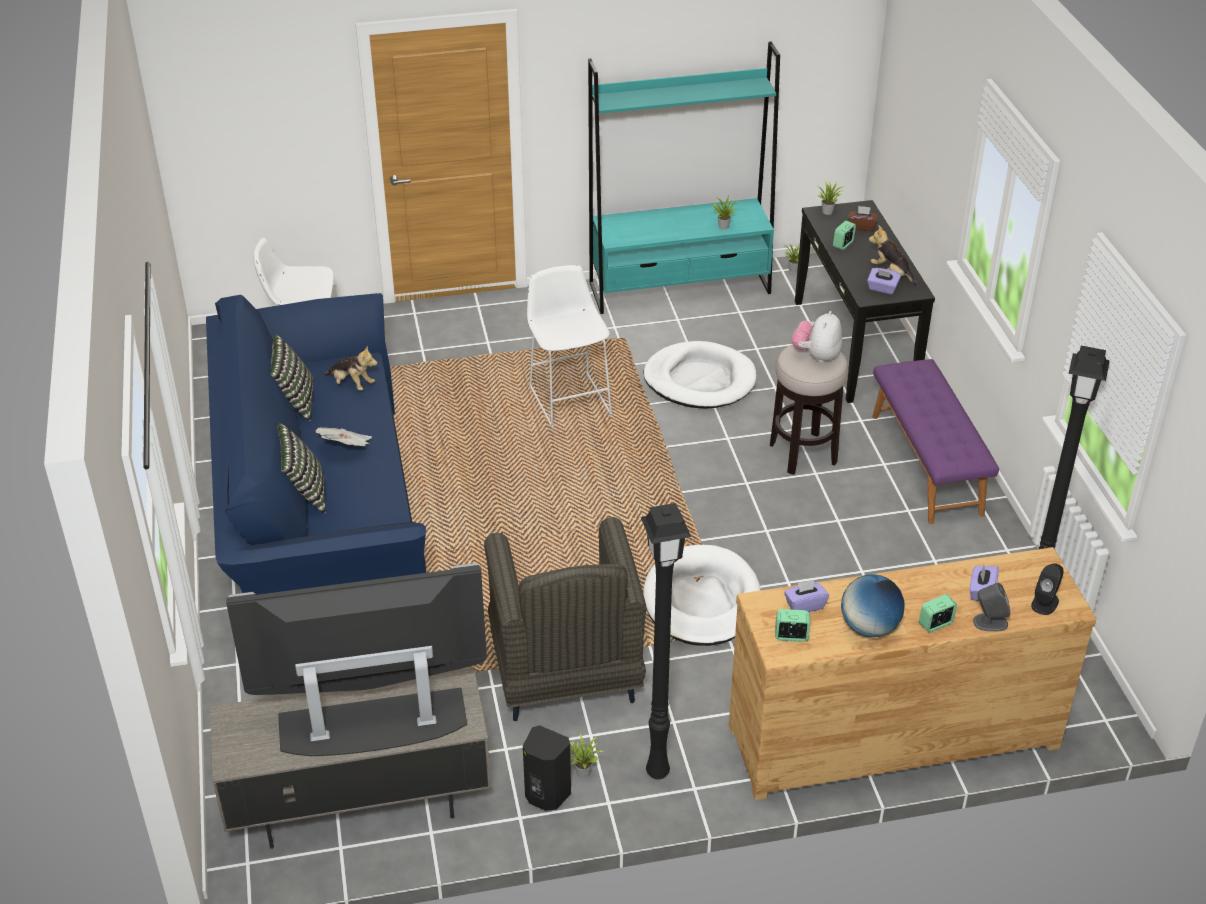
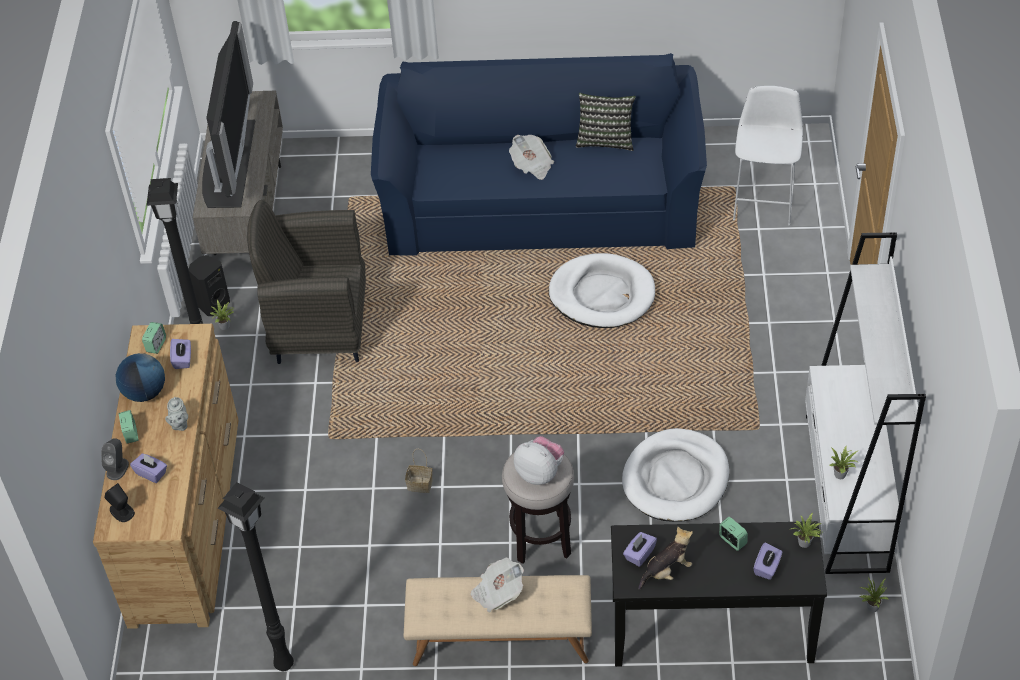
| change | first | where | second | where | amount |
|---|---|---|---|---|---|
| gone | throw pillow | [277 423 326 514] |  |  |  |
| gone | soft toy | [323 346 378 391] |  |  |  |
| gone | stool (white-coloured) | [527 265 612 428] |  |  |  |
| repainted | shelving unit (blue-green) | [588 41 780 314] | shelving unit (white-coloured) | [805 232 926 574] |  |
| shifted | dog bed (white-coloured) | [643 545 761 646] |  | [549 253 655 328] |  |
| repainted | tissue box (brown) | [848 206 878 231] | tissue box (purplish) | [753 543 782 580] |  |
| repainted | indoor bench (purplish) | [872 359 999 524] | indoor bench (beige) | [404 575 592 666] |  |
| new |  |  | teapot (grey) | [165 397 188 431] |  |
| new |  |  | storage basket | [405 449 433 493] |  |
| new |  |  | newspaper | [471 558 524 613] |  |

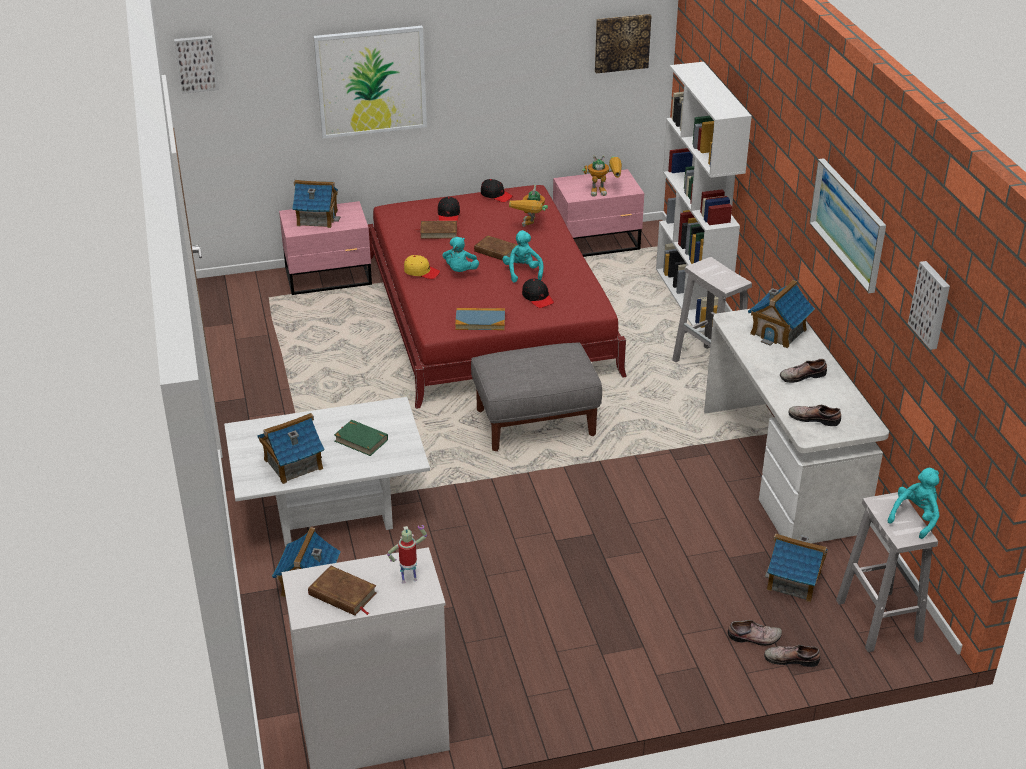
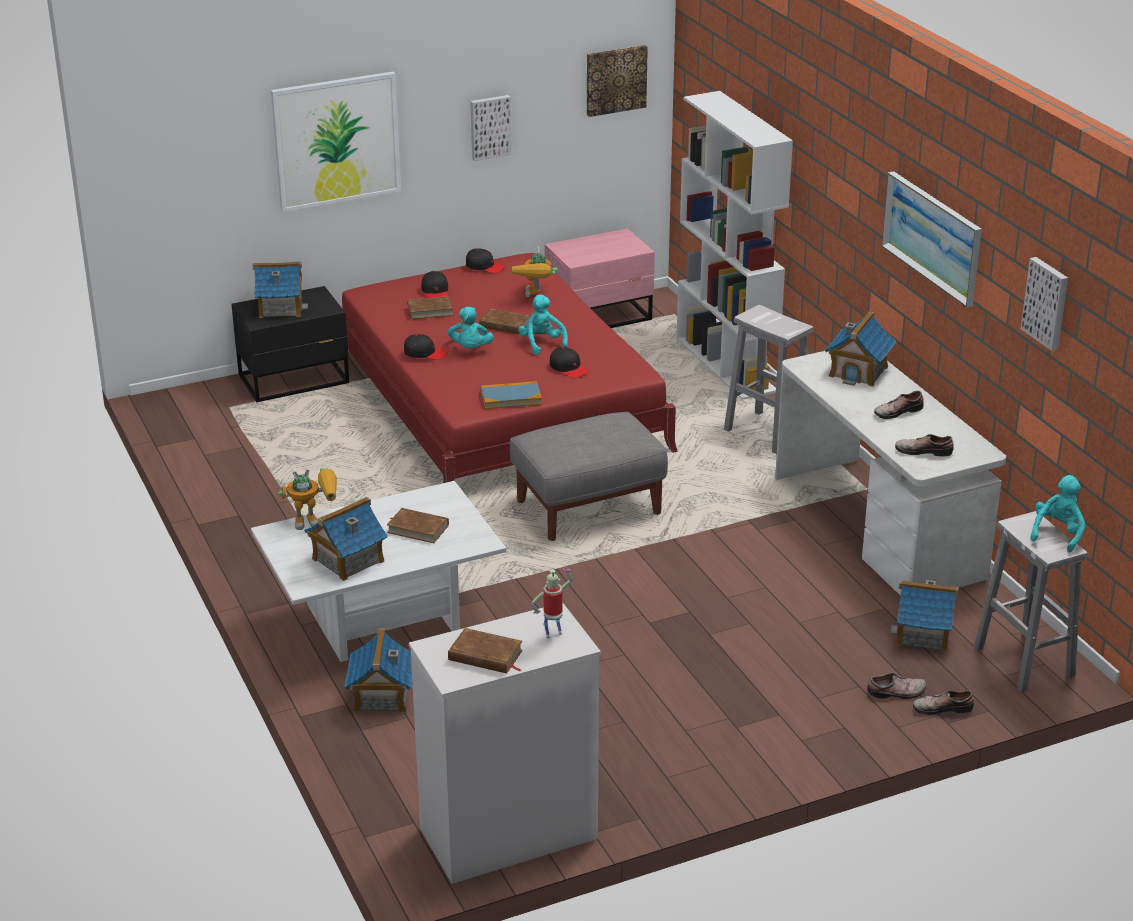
| change | first | where | second | where | amount |
|---|---|---|---|---|---|
| shifted | wall picture | [174 36 219 94] |  | [470 95 512 161] |  |
| repainted | nightstand (pink-coloured) | [279 201 372 295] | nightstand (black-coloured) | [231 286 349 402] |  |
| repainted | volume (green) | [334 420 388 456] | volume (brown) | [387 508 449 543] |  |
| repainted | baseball cap (yellow-coloured) | [404 255 440 279] | baseball cap (black-coloured) | [404 334 447 360] |  |
| shifted | toy robot | [582 155 622 196] |  | [278 468 337 530] |  |

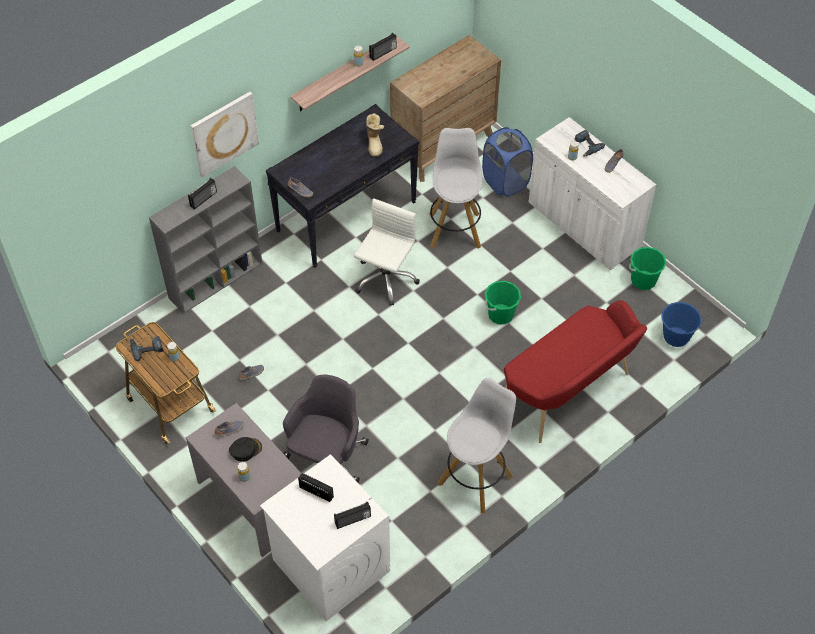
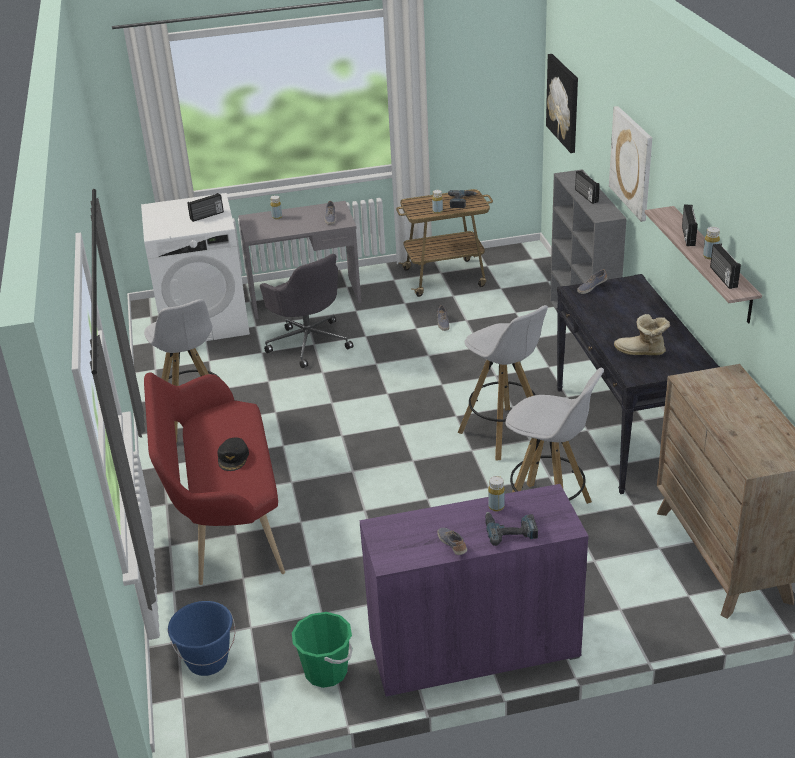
| change | first | where | second | where | amount |
|---|---|---|---|---|---|
| shifted | baseball cap (black-coloured) | [229 437 262 462] |  | [217 438 249 471] |  |
| shifted | radio receiver | [334 502 371 529] |  | [682 205 698 246] |  |
| swapped | desk chair (white-coloured) | [354 198 420 306] | stool (white-coloured) | [458 305 548 461] |  |
| gone | washing basket (blue-coloured) | [482 127 533 197] |  |  |  |
| gone | water bucket (green) | [485 281 521 325] |  |  |  |
| repainted | cupboard (white-coloured) | [529 117 656 270] | cupboard (purplish) | [360 484 588 698] |  |
| new |  |  | wall picture | [546 54 578 153] |  |

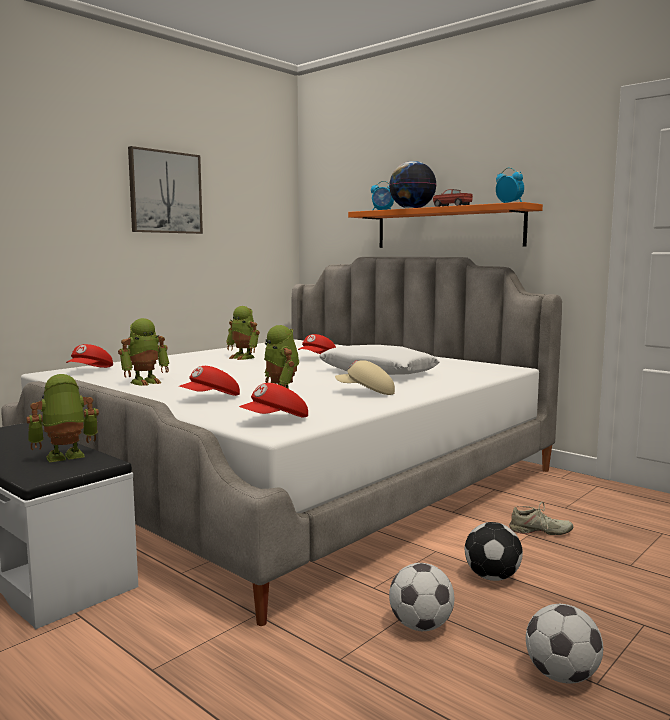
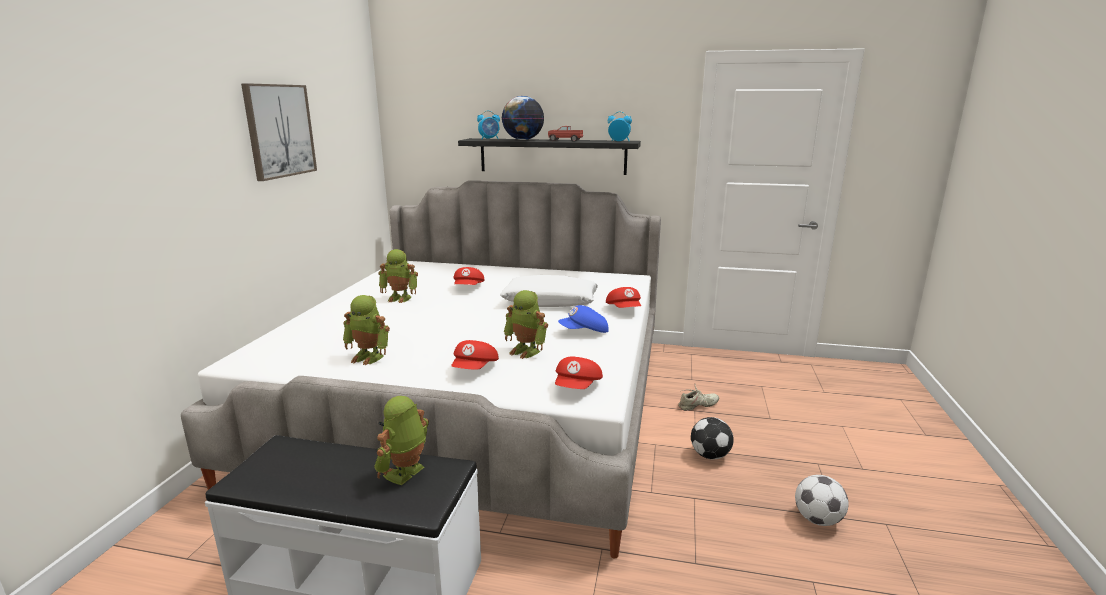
| change | first | where | second | where | amount |
|---|---|---|---|---|---|
| shifted | baseball cap (reddish) | [66 344 113 368] |  | [606 287 641 308] |  |
| rotated | toy robot | [118 318 170 386] |  | [343 295 390 365] | 90 degrees clockwise |
| repainted | baseball cap (beige) | [335 360 395 395] | baseball cap (blue-coloured) | [558 305 609 333] |  |
| repainted | wall shelf (orange) | [348 202 543 248] | wall shelf (black-coloured) | [458 138 641 175] |  |
| gone | ball for football | [389 563 454 631] |  |  |  |

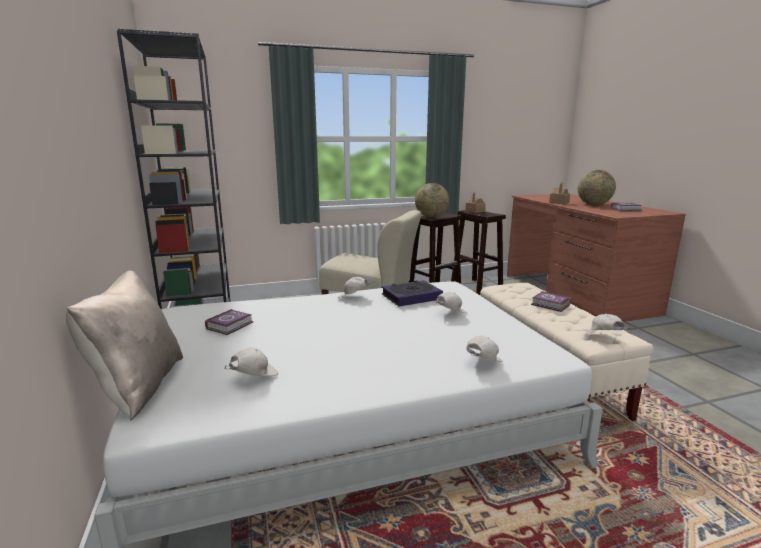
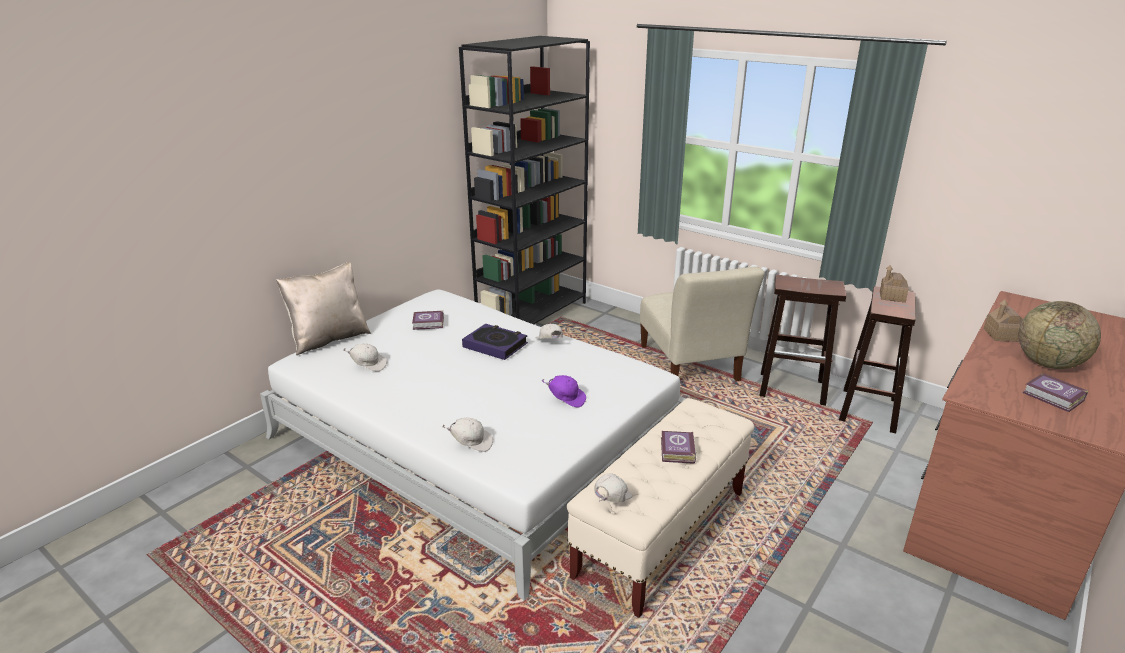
| change | first | where | second | where | amount |
|---|---|---|---|---|---|
| shifted | volume | [382 280 443 307] |  | [462 324 528 360] |  |
| gone | desk globe | [415 183 449 218] |  |  |  |
| repainted | baseball cap (white-coloured) | [435 292 467 313] | baseball cap (purplish) | [542 375 586 408] |  |

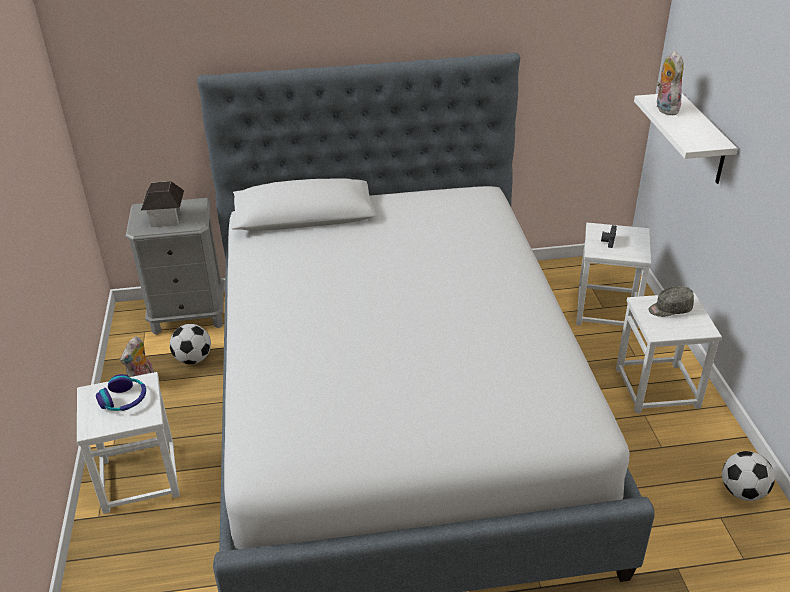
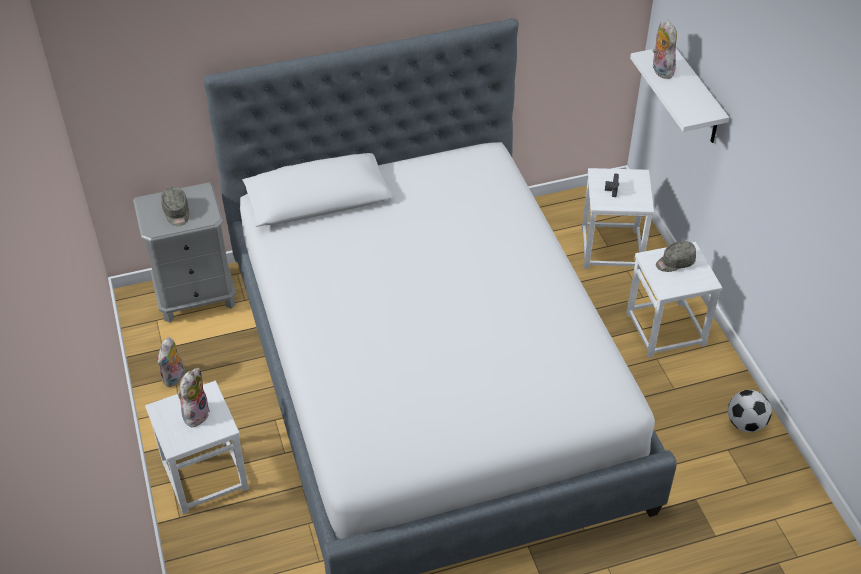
| change | first | where | second | where | amount |
|---|---|---|---|---|---|
| swapped | pair of headphones | [96 374 146 411] | soft toy | [177 368 210 427] |  |
| swapped | toy house | [141 181 184 227] | baseball cap (grey) | [161 187 189 226] |  |
| gone | ball for football | [170 324 211 364] |  |  |  |

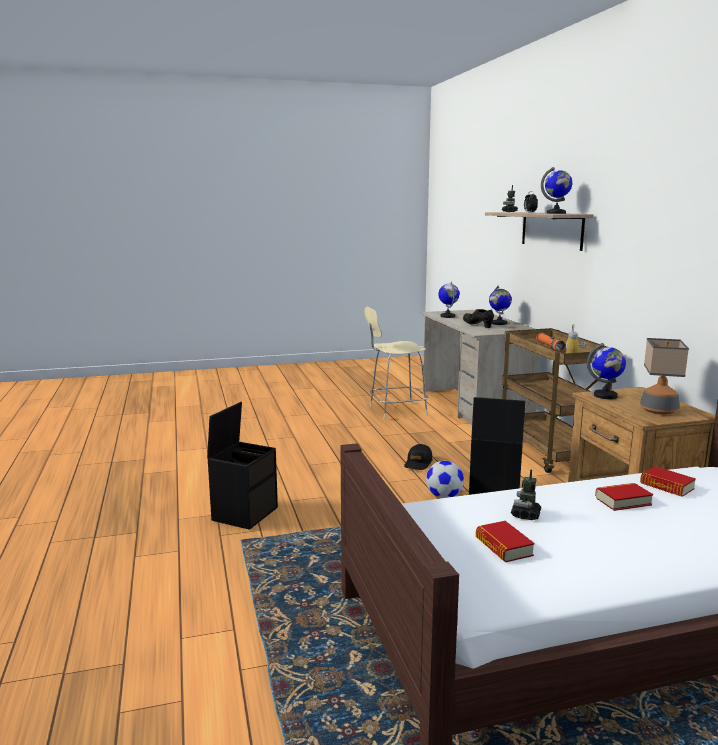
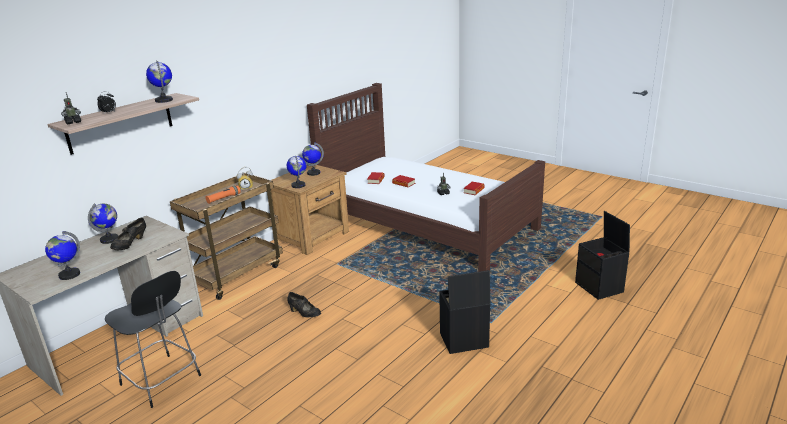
| change | first | where | second | where | amount |
|---|---|---|---|---|---|
| repainted | stool (beige) | [364 306 428 420] | stool (black-coloured) | [105 271 201 408] |  |
| swapped | baseball cap (black-coloured) | [404 444 433 470] | item of footwear (black-coloured) | [287 292 321 317] |  |
| gone | ball for football | [426 461 464 498] |  |  |  |
| shifted | storage bin (black-coloured) | [469 397 525 495] |  | [575 211 630 300] |  |
| swapped | tabletop lamp | [640 338 689 414] | desk globe | [302 142 324 176] |  |

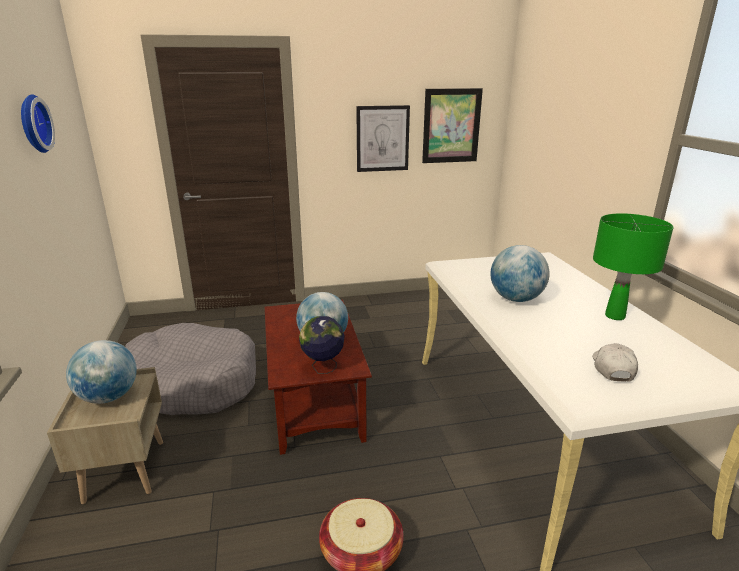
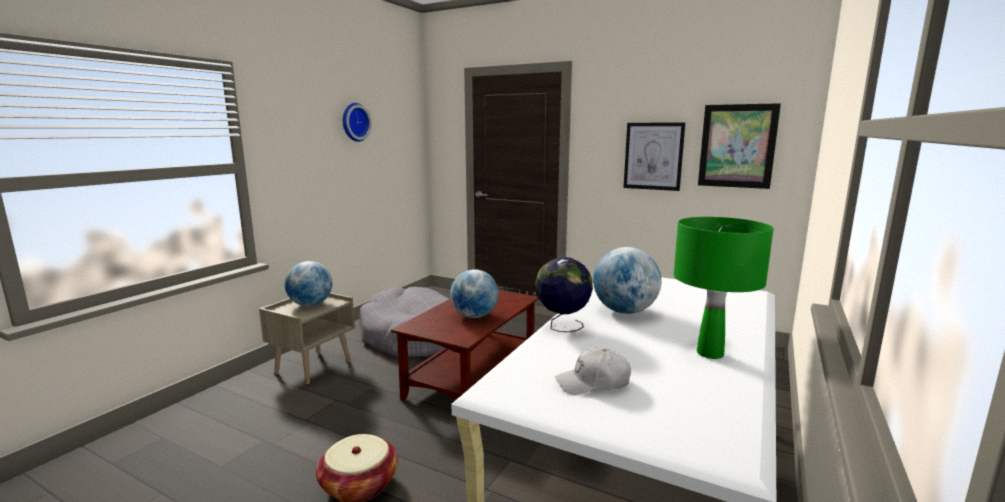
| change | first | where | second | where | amount |
|---|---|---|---|---|---|
| shifted | desk globe | [299 316 345 374] |  | [535 257 593 332] |  |
| rotated | baseball cap (white-coloured) | [592 343 638 381] |  | [555 347 631 395] | 150 degrees counterclockwise |

